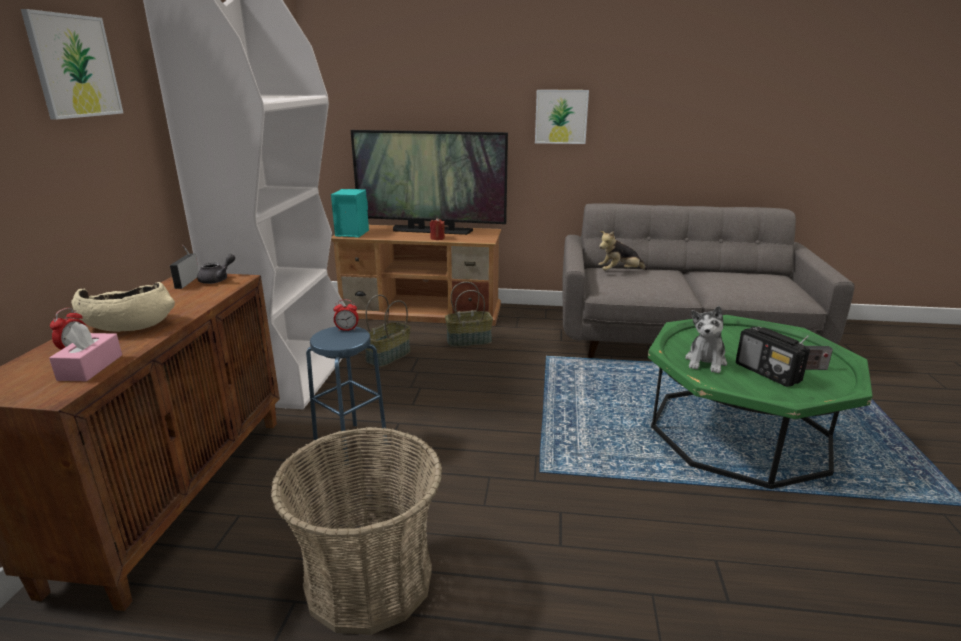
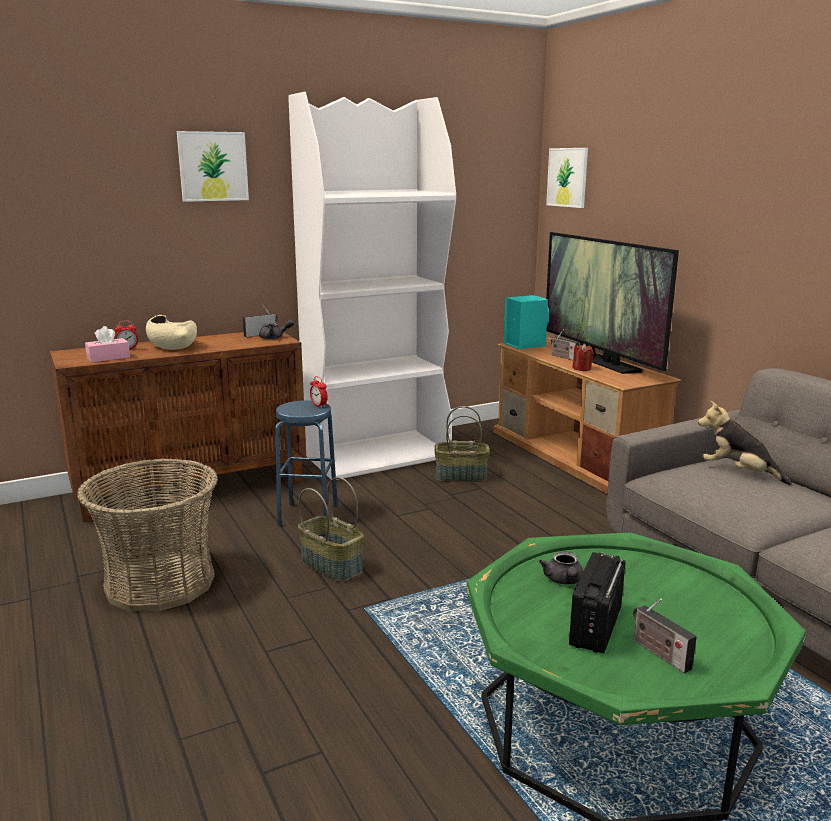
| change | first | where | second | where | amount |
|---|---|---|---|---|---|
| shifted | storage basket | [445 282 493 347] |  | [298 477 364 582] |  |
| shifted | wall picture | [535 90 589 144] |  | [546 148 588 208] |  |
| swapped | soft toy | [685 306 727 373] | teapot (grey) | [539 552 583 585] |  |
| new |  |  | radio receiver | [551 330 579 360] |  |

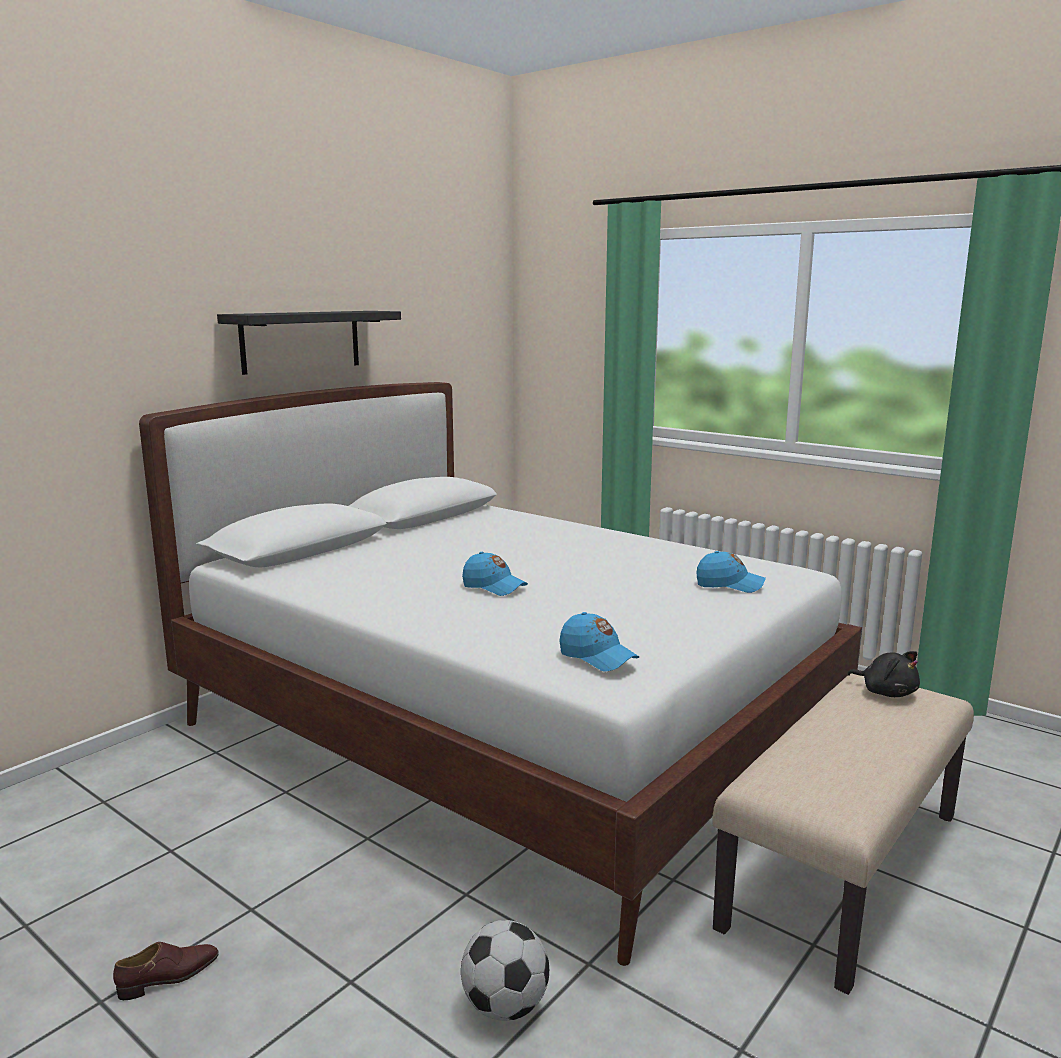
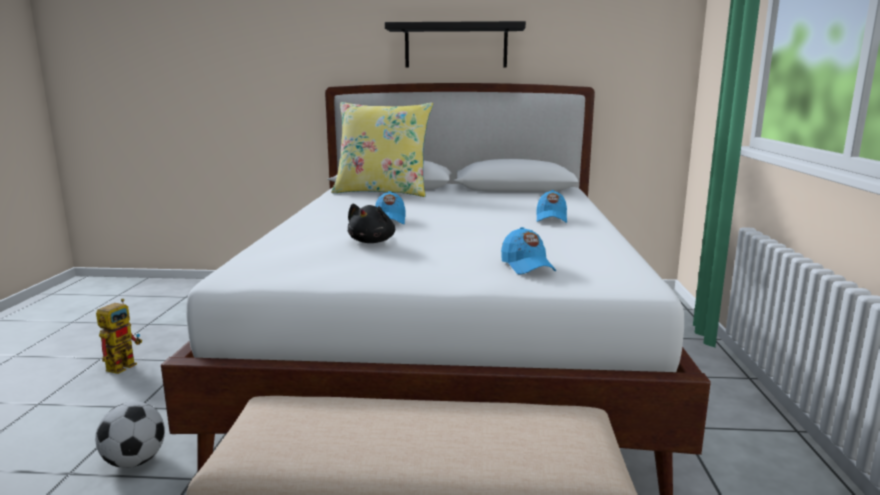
| change | first | where | second | where | amount |
|---|---|---|---|---|---|
| swapped | item of footwear (brown) | [113 942 219 1000] | toy robot | [96 299 142 374] |  |
| shifted | baseball cap (blue-coloured) | [559 612 639 672] |  | [536 190 567 223] |  |
| shifted | soft toy (black-coloured) | [847 651 920 697] |  | [348 204 395 243] |  |
| new |  |  | throw pillow (yellow-coloured) | [331 102 433 197] |  |

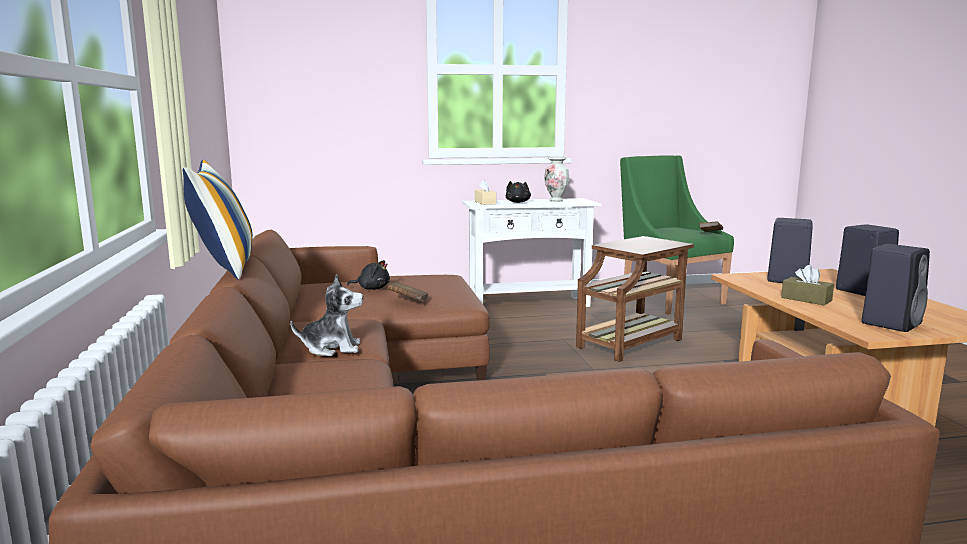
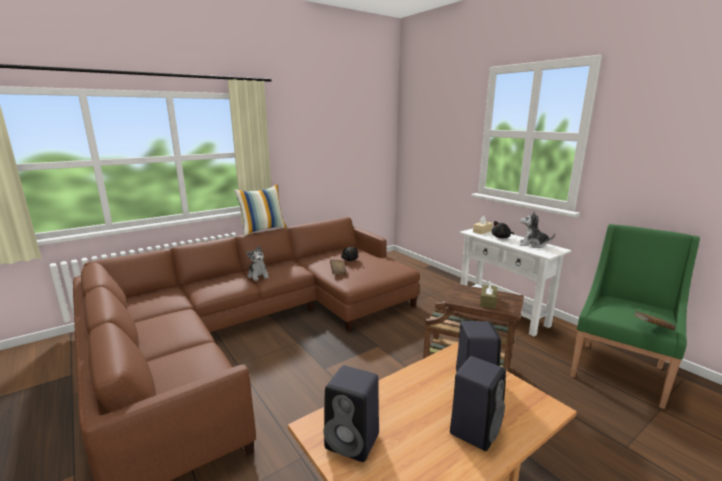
| change | first | where | second | where | amount |
|---|---|---|---|---|---|
| swapped | vase | [544 157 569 202] | soft toy | [520 211 555 248] |  |
| shifted | tissue box (brown) | [781 265 834 305] |  | [480 280 497 309] |  |

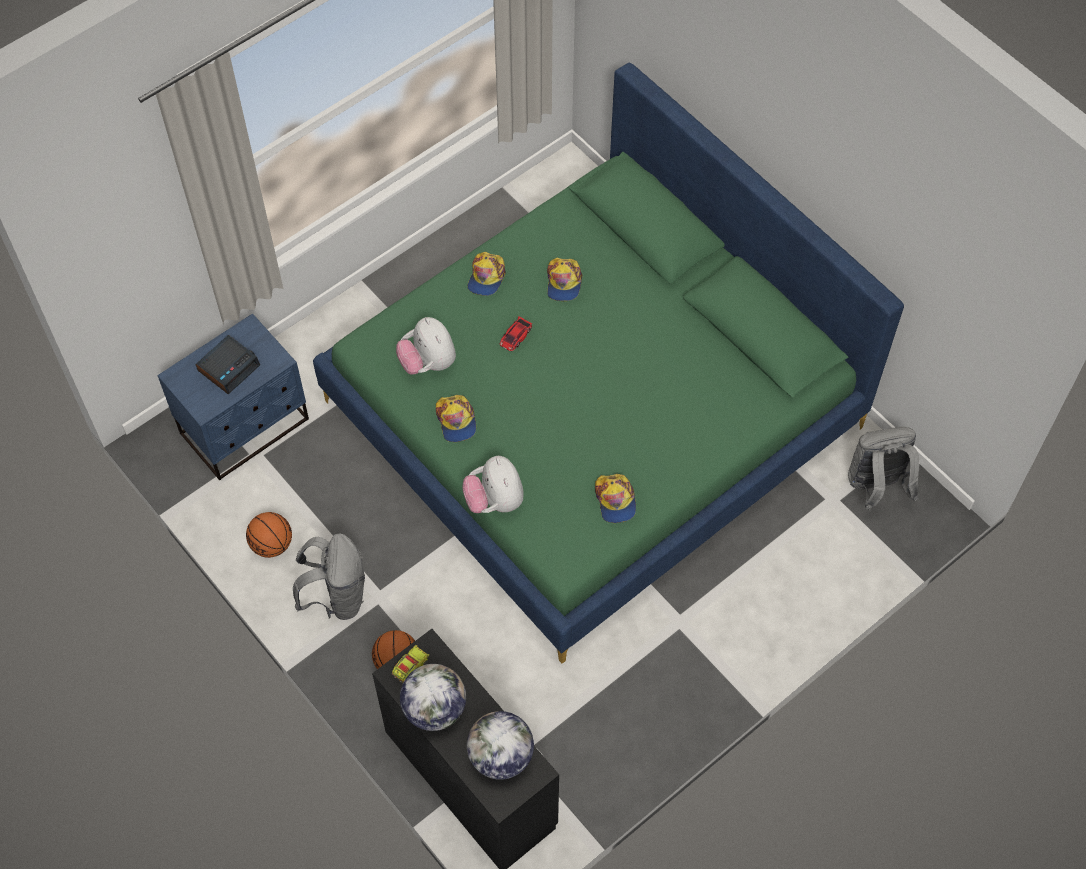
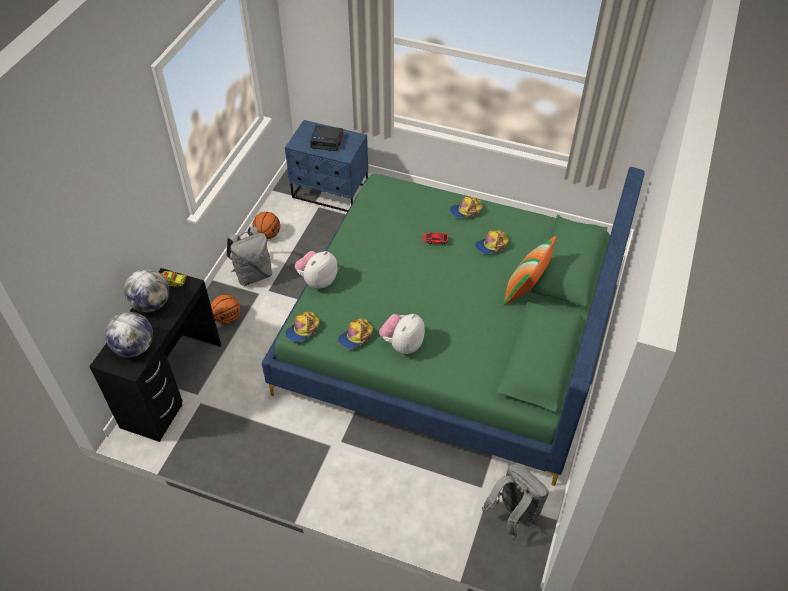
| change | first | where | second | where | amount |
|---|---|---|---|---|---|
| shifted | soft toy | [396 317 456 375] |  | [379 314 425 354] |  |
| shifted | baseball cap | [436 395 476 442] |  | [285 312 320 342] |  |
| new |  |  | throw pillow | [503 236 556 306] |  |

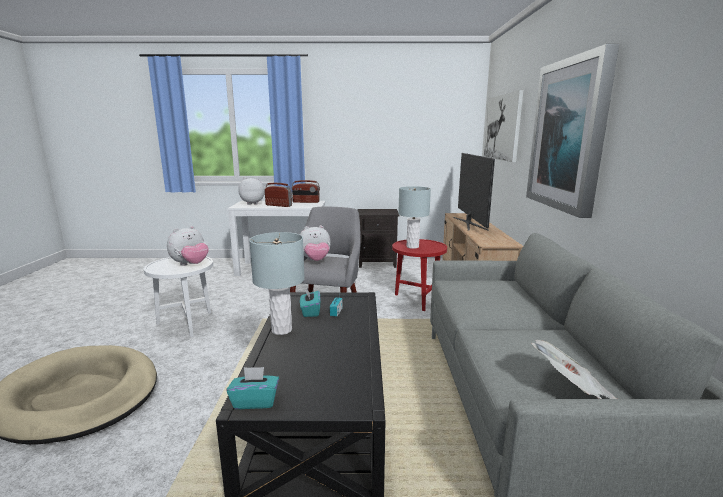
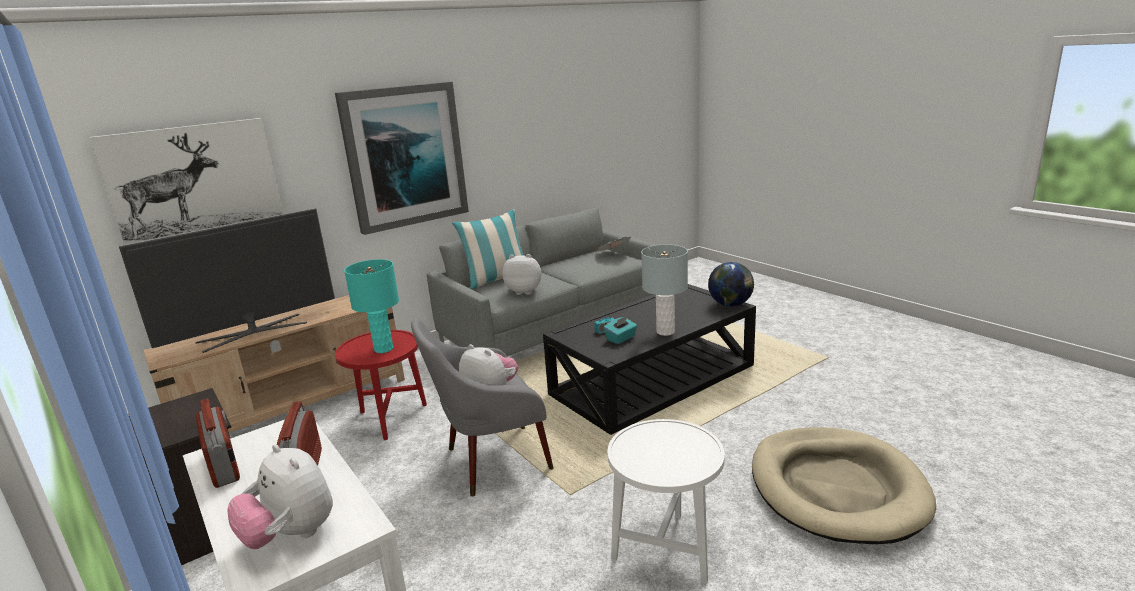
| change | first | where | second | where | amount |
|---|---|---|---|---|---|
| shifted | soft toy | [167 226 209 266] |  | [502 254 541 295] |  |
| swapped | tissue box (blue-green) | [227 367 279 409] | desk globe | [708 262 754 306] |  |
| repainted | tabletop lamp (grey) | [398 186 431 249] | tabletop lamp (blue-green) | [344 259 399 353] |  |
| new |  |  | throw pillow | [452 209 524 289] |  |

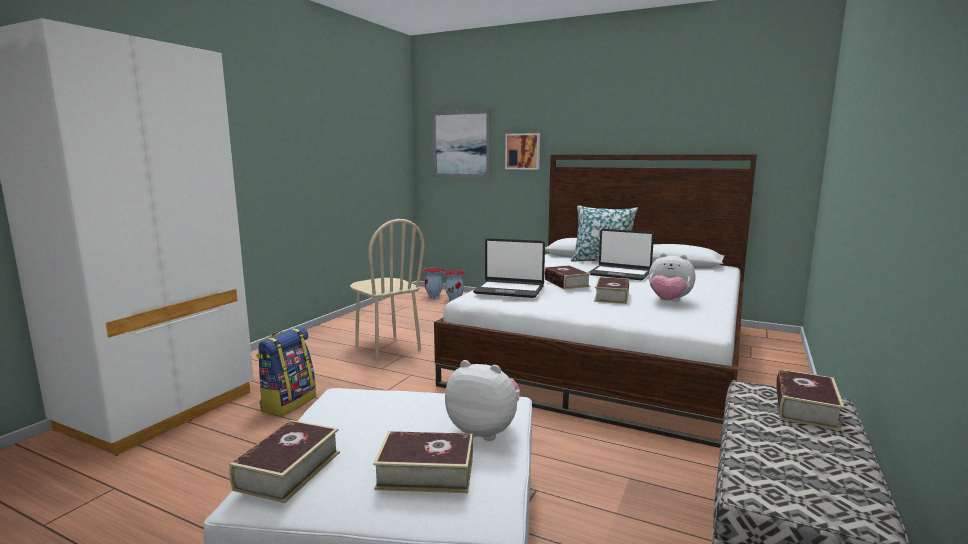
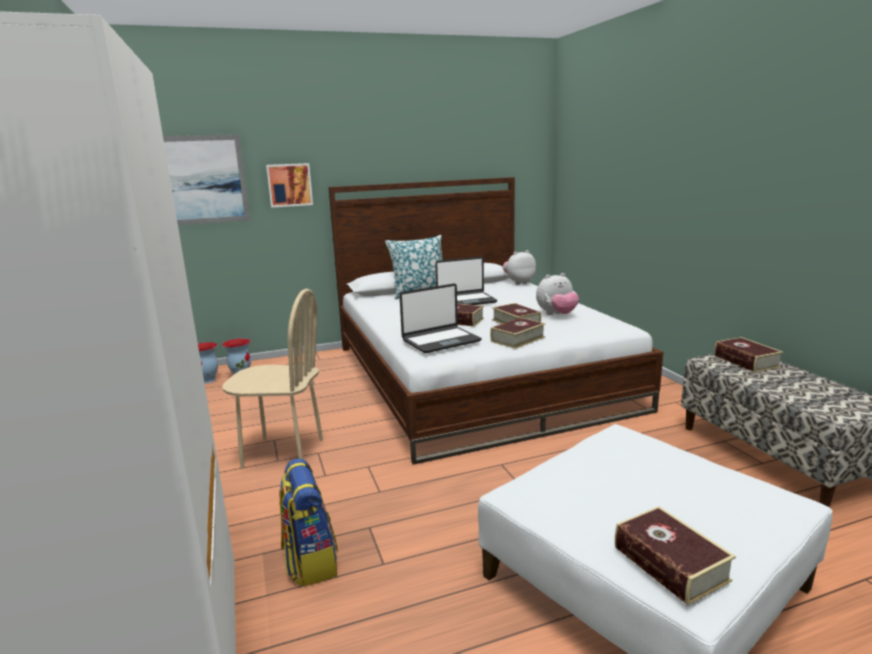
| change | first | where | second | where | amount |
|---|---|---|---|---|---|
| shifted | volume | [373 431 473 493] |  | [490 318 545 349] |  |
| shifted | soft toy | [445 360 520 441] |  | [502 250 536 285] |  |

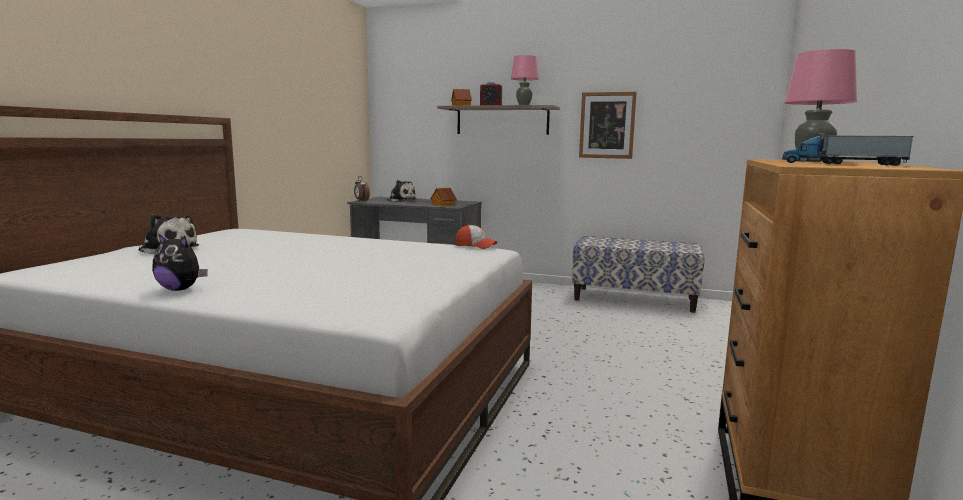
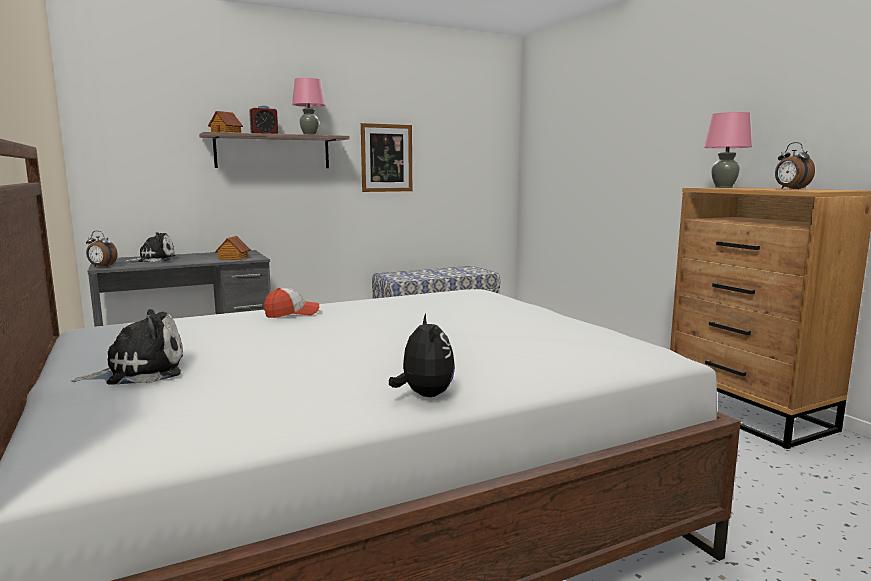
| change | first | where | second | where | amount |
|---|---|---|---|---|---|
| rotated | soft toy | [152 233 208 291] |  | [389 314 455 397] | 75 degrees counterclockwise |
| shifted | baseball cap | [456 224 497 249] |  | [264 288 319 318] |  |
| swapped | toy lorry | [782 132 914 166] | bedside clock | [775 142 815 190] |  |

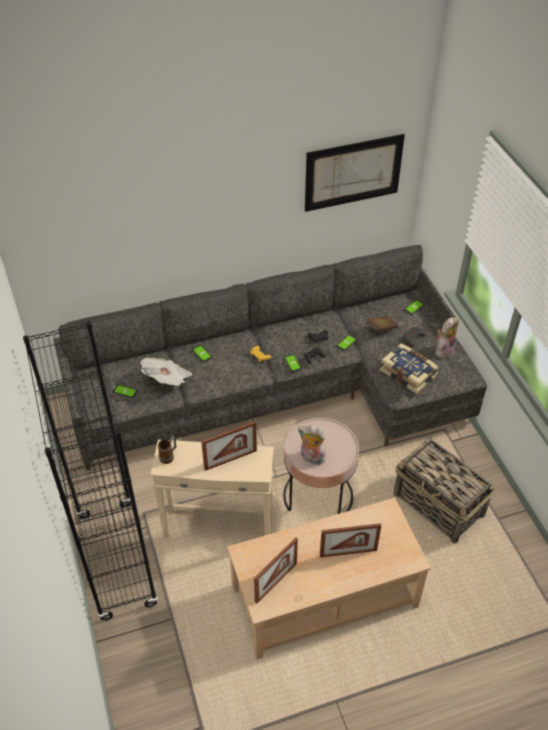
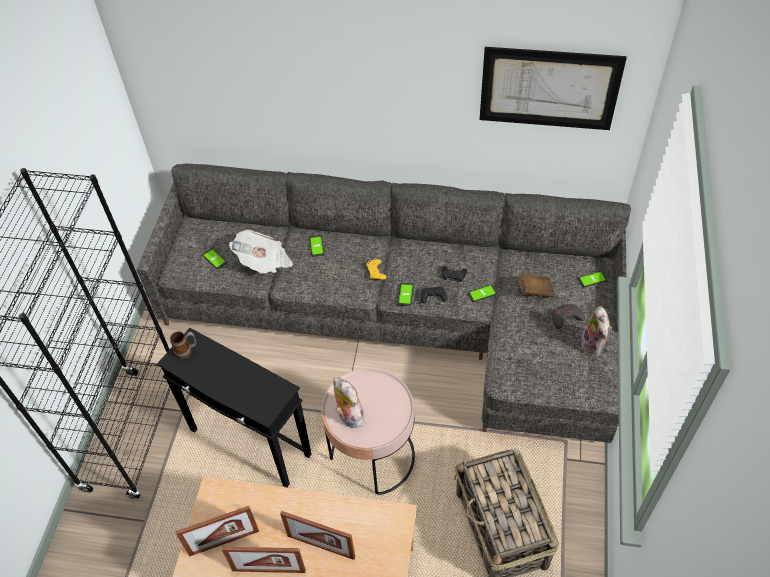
| change | first | where | second | where | amount |
|---|---|---|---|---|---|
| repainted | end table (beige) | [151 440 274 538] | end table (black-coloured) | [157 328 311 488] |  |
| shifted | photo frame | [201 421 257 471] |  | [222 547 306 573] |  |
| gone | volume | [380 343 439 394] |  |  |  |
| rotated | soft toy | [435 317 459 358] |  | [581 306 612 357] | 105 degrees clockwise |

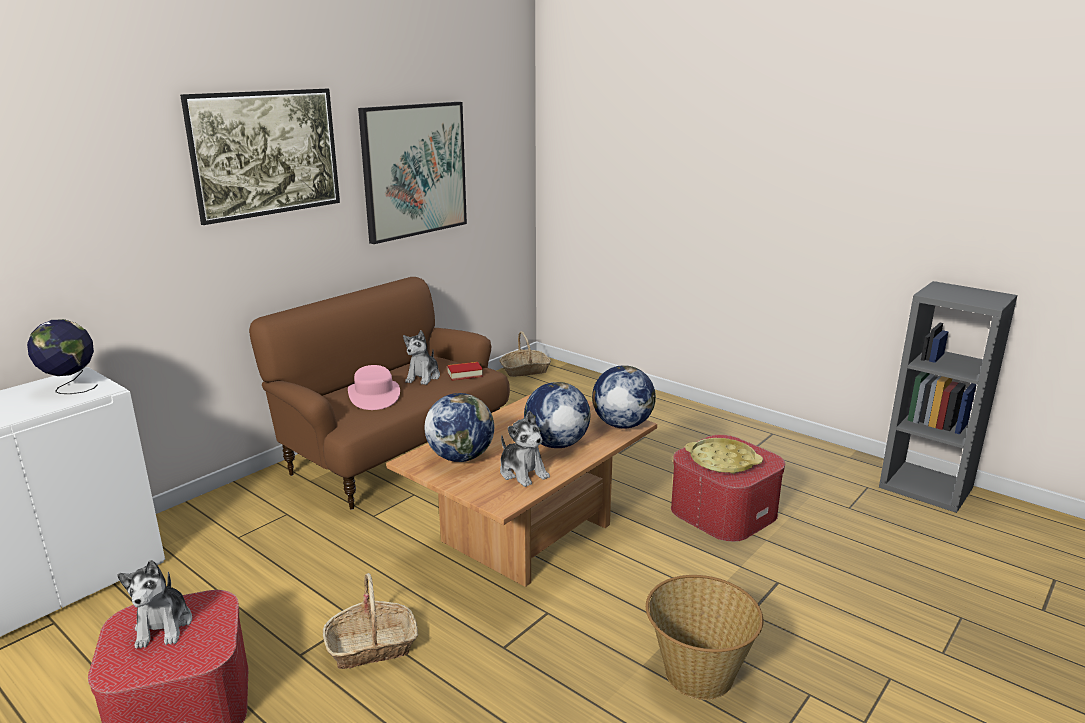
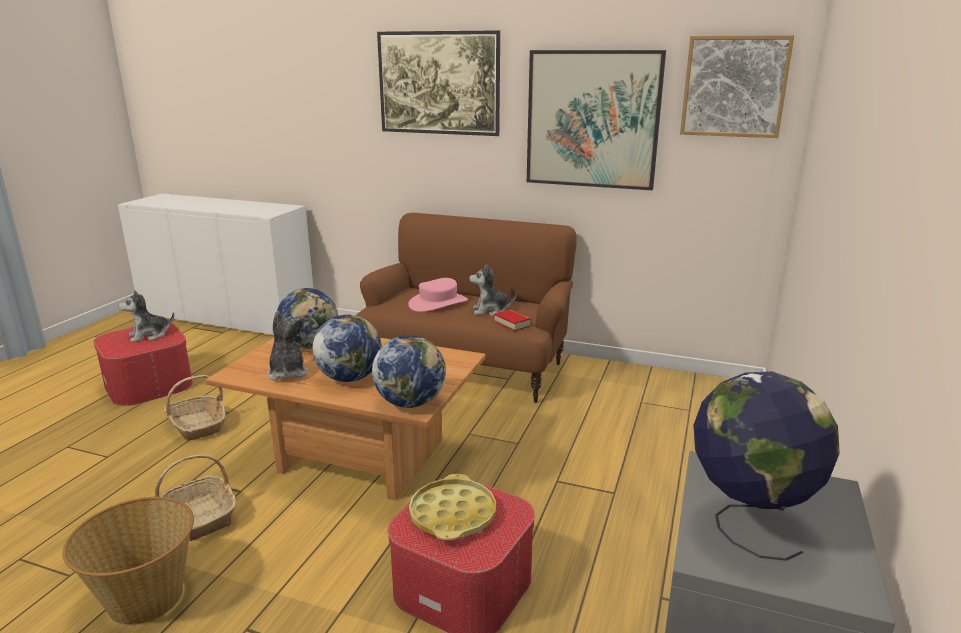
| change | first | where | second | where | amount |
|---|---|---|---|---|---|
| shifted | desk globe | [27 319 98 394] |  | [693 371 840 561] |  |
| shifted | storage basket | [499 331 551 377] |  | [155 454 236 541] |  |
| rotated | soft toy | [500 411 550 487] |  | [267 311 309 381] | 135 degrees clockwise |
| new |  |  | wall picture | [680 35 794 138] |  |

